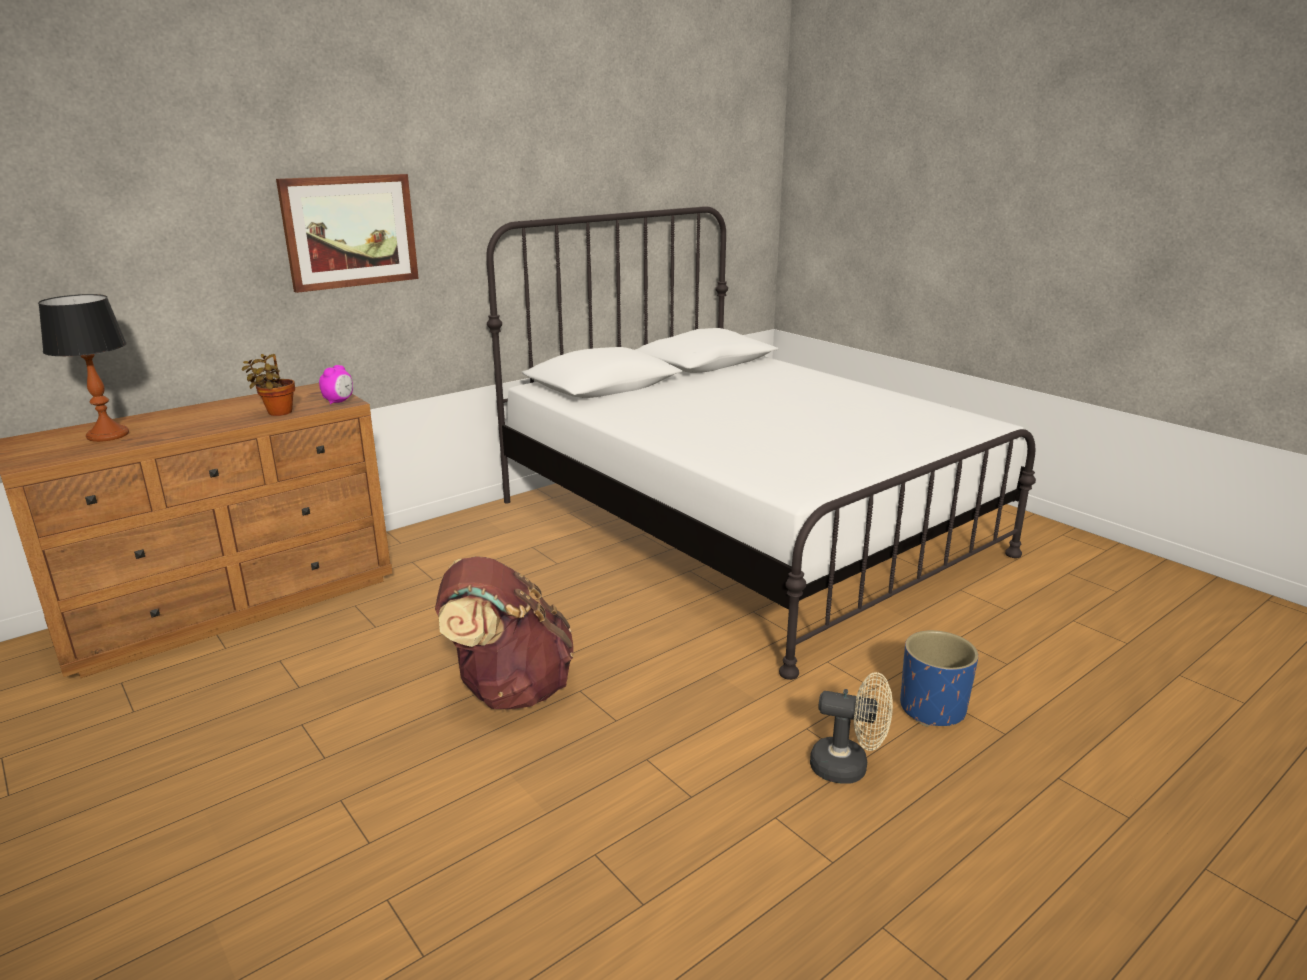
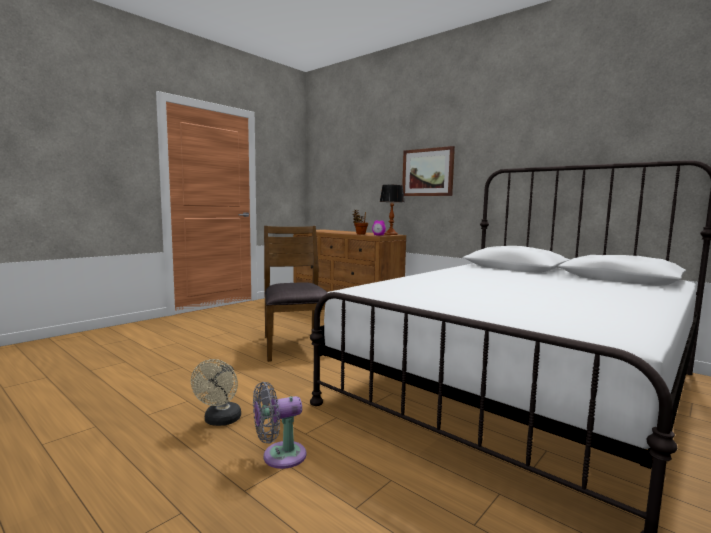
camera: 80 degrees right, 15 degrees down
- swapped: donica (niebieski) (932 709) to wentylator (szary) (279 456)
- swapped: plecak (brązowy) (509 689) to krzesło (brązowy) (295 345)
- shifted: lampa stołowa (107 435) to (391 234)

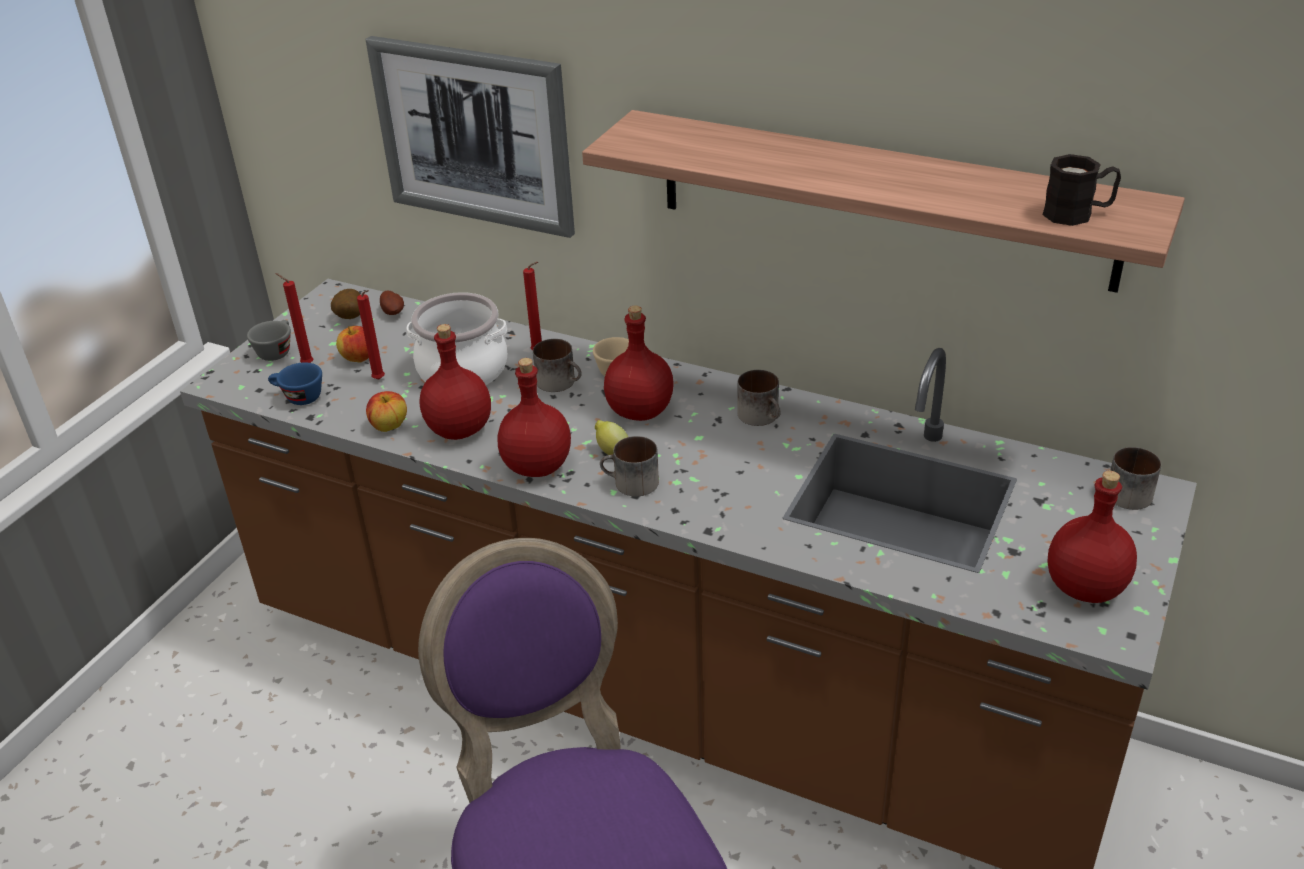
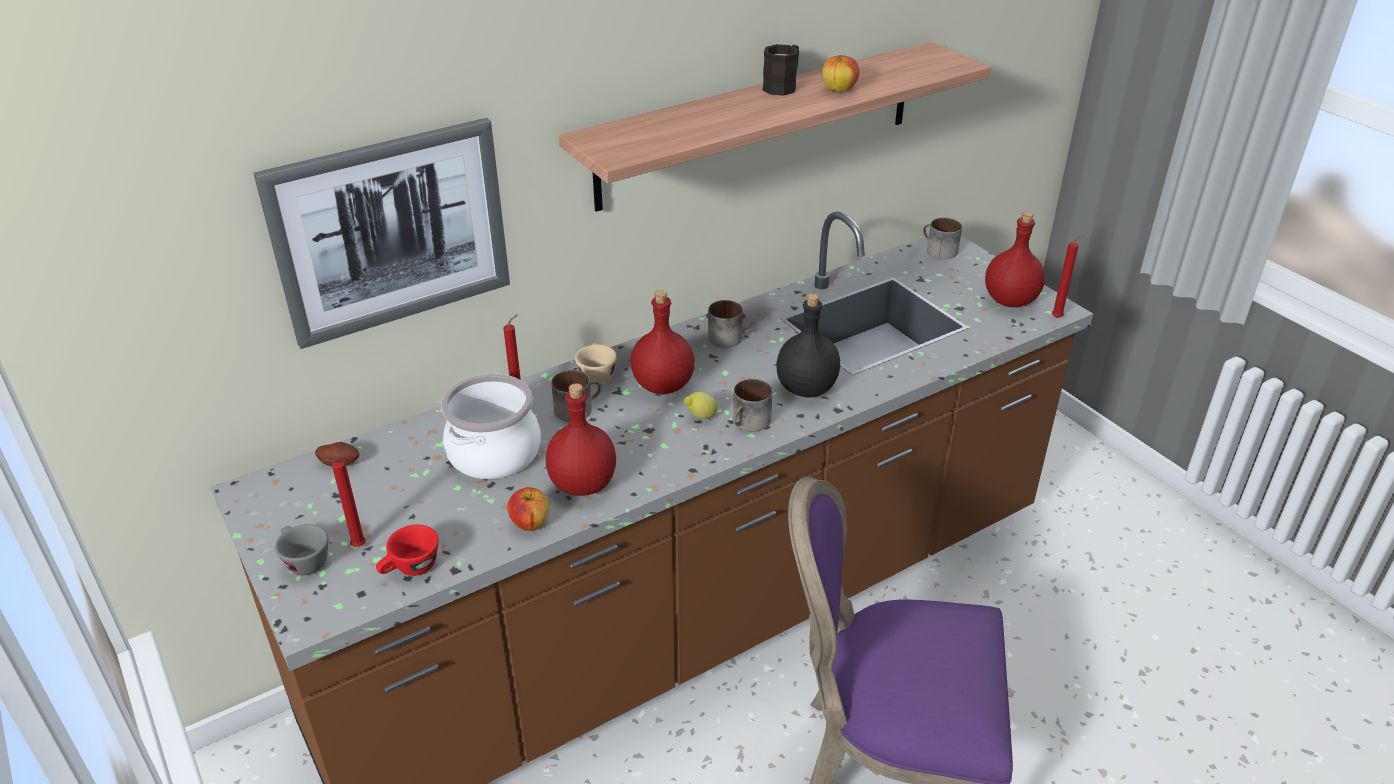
camera: 60 degrees left, 0 degrees up
- repainted: filiżanka (niebieski) (298 397) to filiżanka (czerwony) (410 569)
- shifted: kubek (czarny) (1077 214) to (783 86)
- new: butelka (czarny) (805 389)
- shifted: jabłko (358 358) to (839 90)
- shifted: świeca (czerwony) (380 380) to (1058 317)
- gone: ziemniak (349 319)
- gone: butelka (czerwony) (538 465)

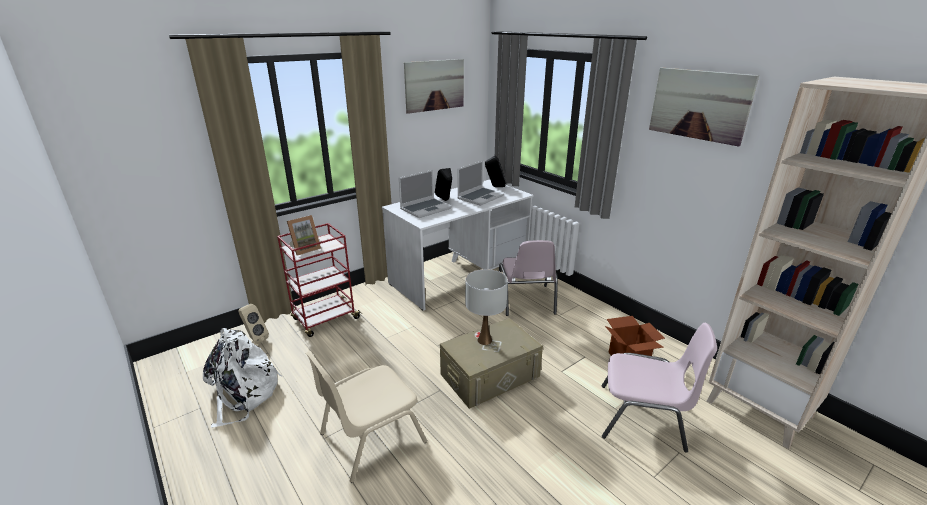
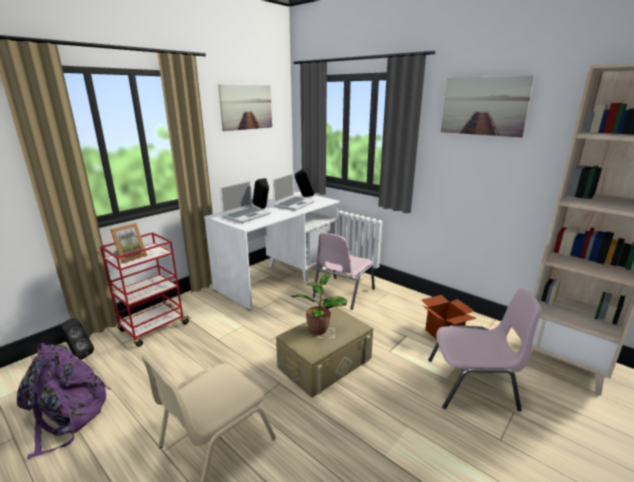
camera: 10 degrees left, 5 degrees down
- repainted: plecak (biały) (243 394) to plecak (fioletowy) (67 415)
- repainted: głośnik (beżowy) (255 339) to głośnik (czarny) (79 355)
- swapped: lampa stołowa (biały) (485 340) to roślina doniczkowa (318 328)
- rotated: krzesło (różowy) (526 301) = (342 293) 45 degrees clockwise

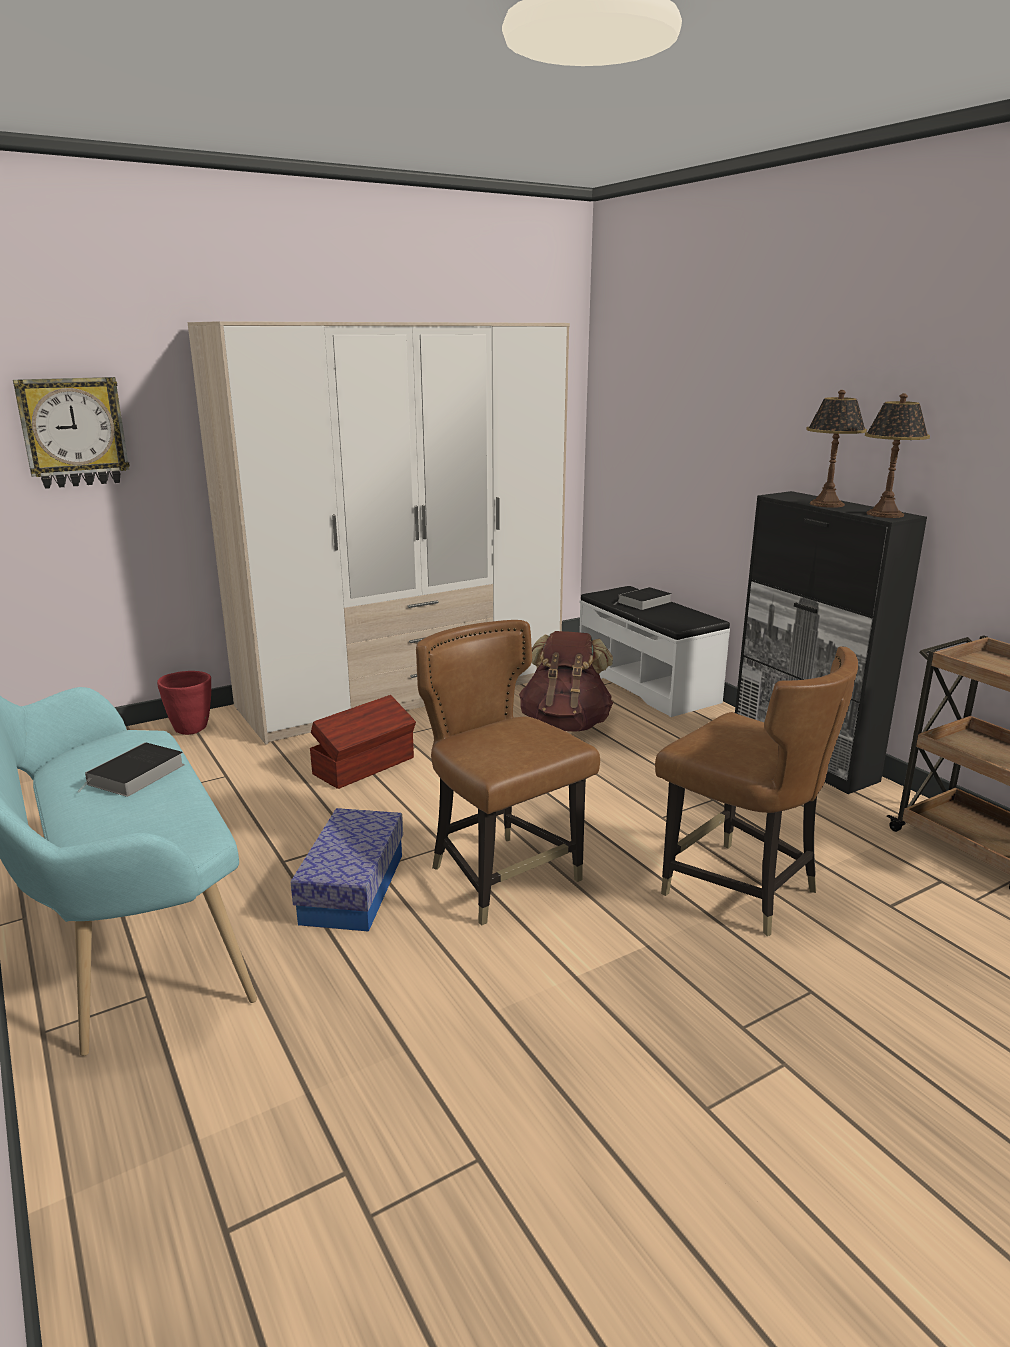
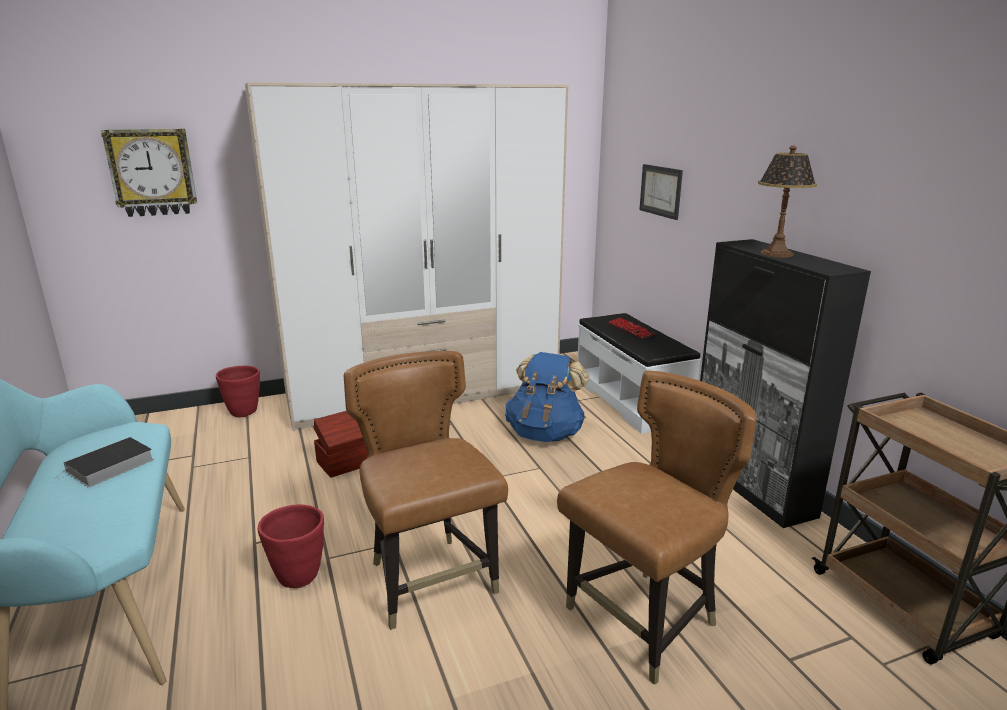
camera: 10 degrees right, 0 degrees up
- swapped: pojemnik do przechowywania (353 888) to donica (czerwony) (298 576)
- repainted: plecak (brązowy) (565 724) to plecak (niebieski) (545 433)
- rotated: krzesło (brązowy) (740 889) = (643 621) 90 degrees counterclockwise
- swapped: książka (644 602) to klawiatura (630 329)
- new: obraz (660 191)
- gone: lampa stołowa (884 514)

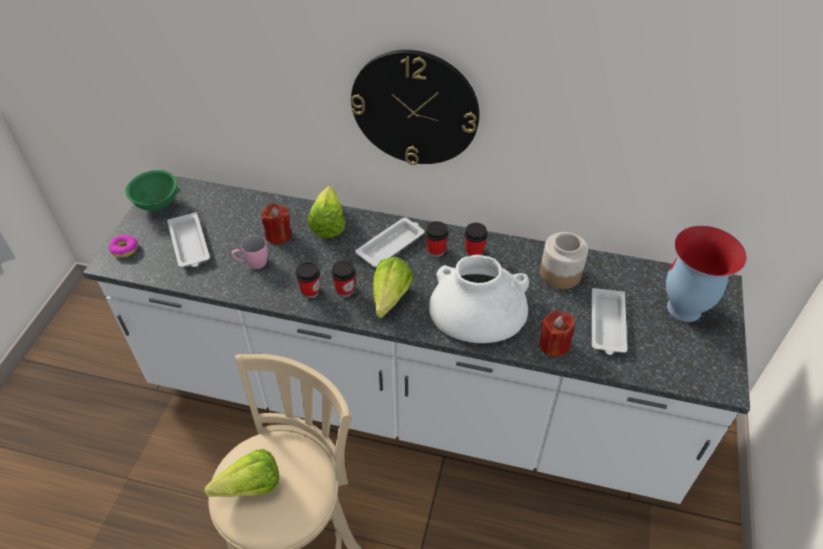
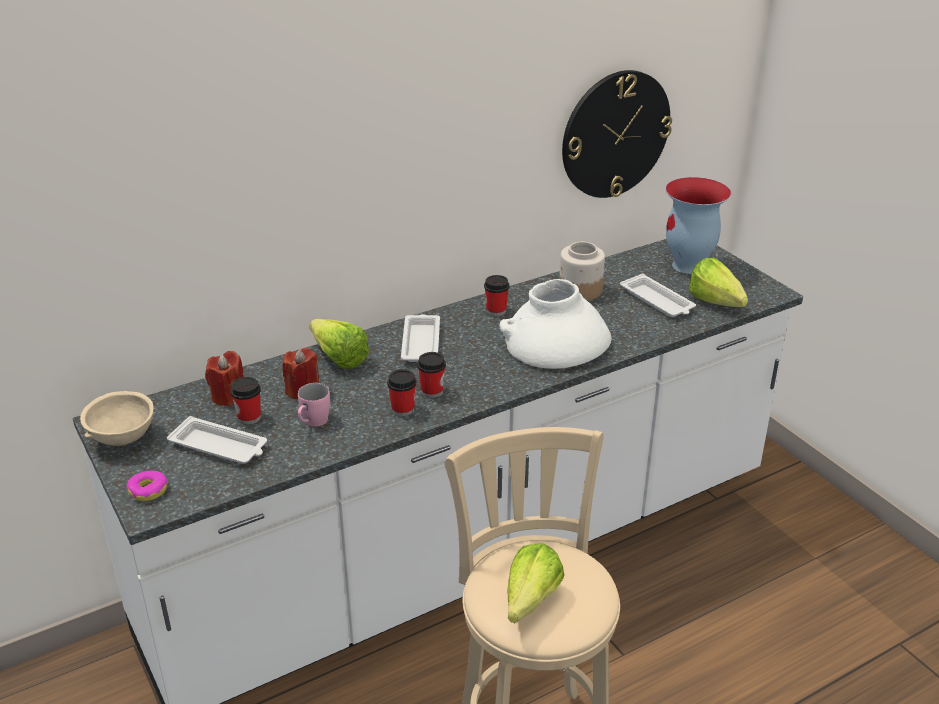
camera: 45 degrees left, 15 degrees down
- repainted: miska (zielony) (158 205) to miska (beżowy) (124 439)
- shifted: świeca (czerwony) (554 344) to (228 396)
- shifted: filiżanka (436 250) to (249 417)
- shifted: zegar ścienny (415 108) to (615 134)
- shifted: sałata (387 302) to (718 305)

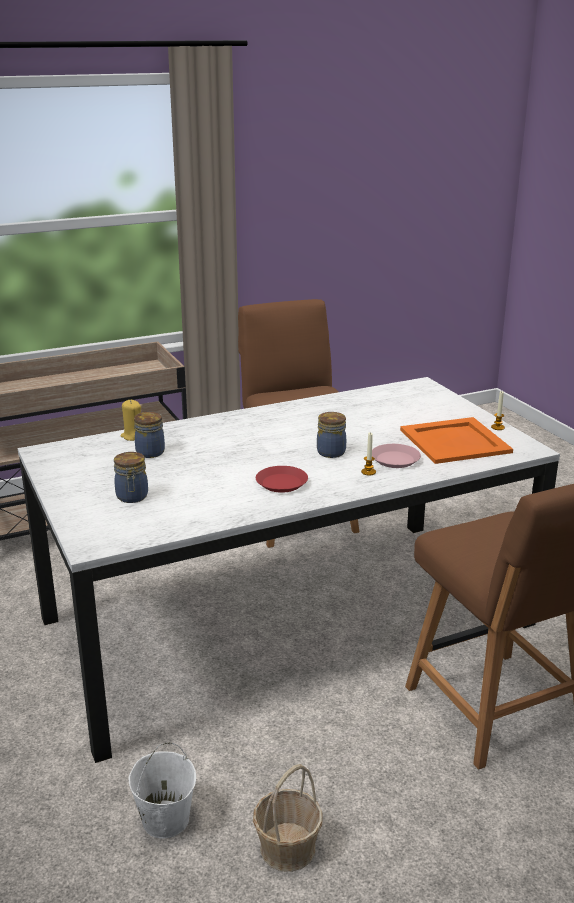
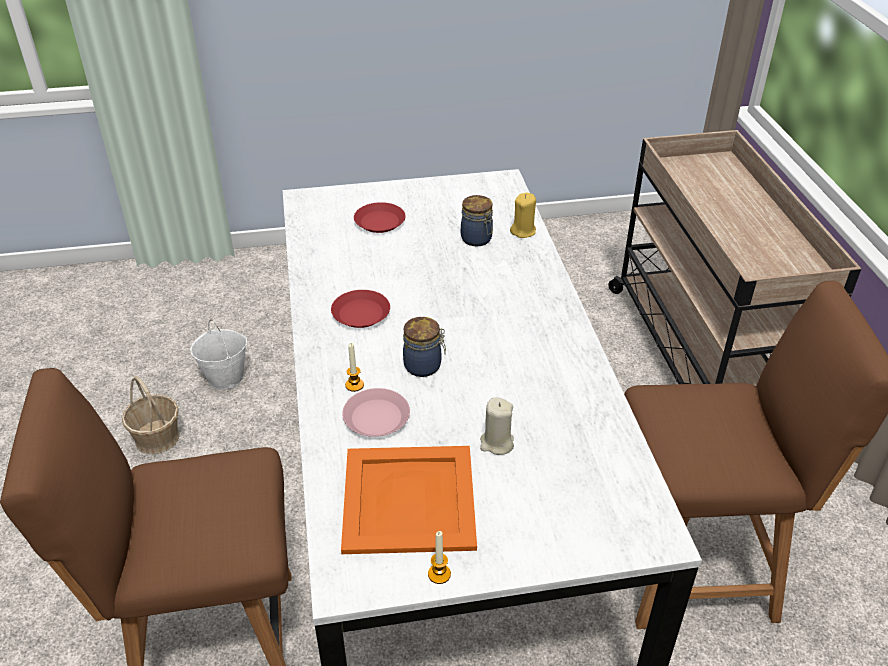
camera: 105 degrees right, 15 degrees up
- swapped: słoik (132 497) to talerz (czerwony) (379 222)
- new: świeca (beżowy) (496 443)

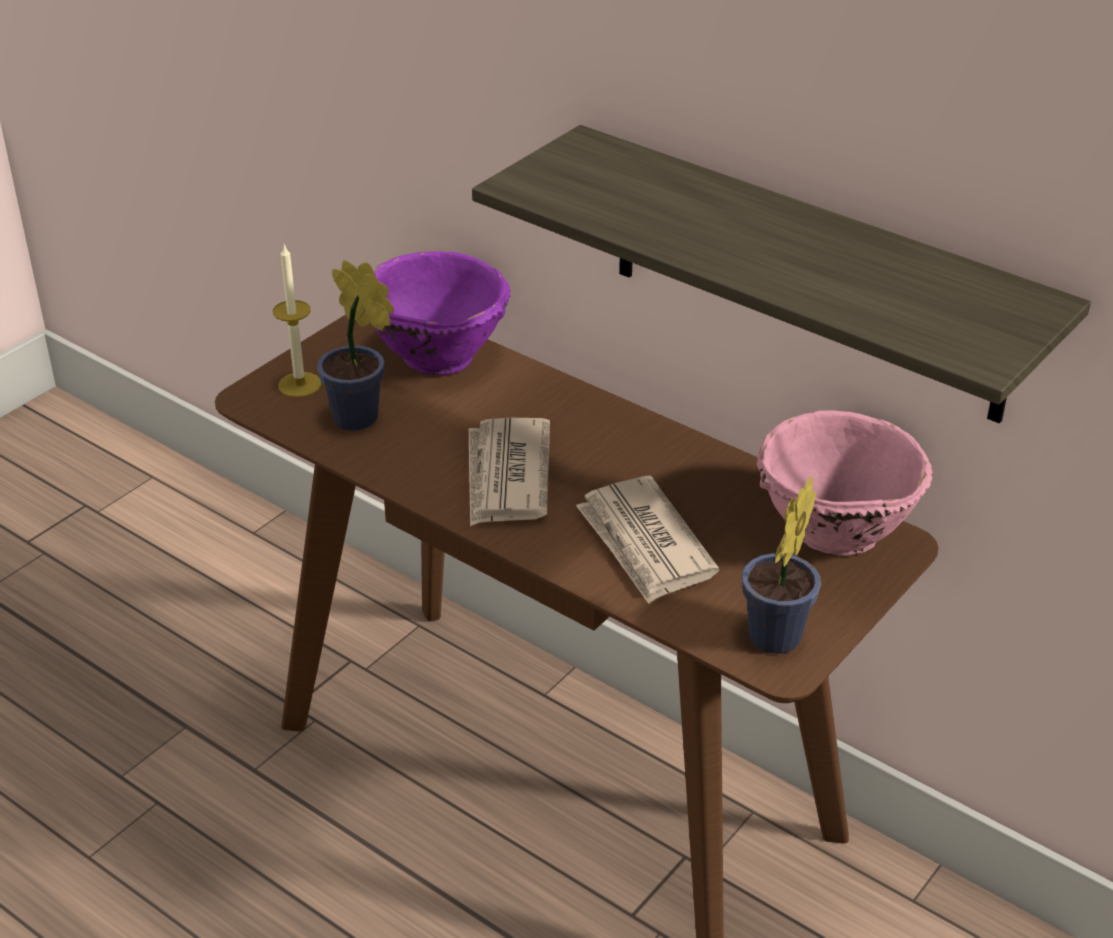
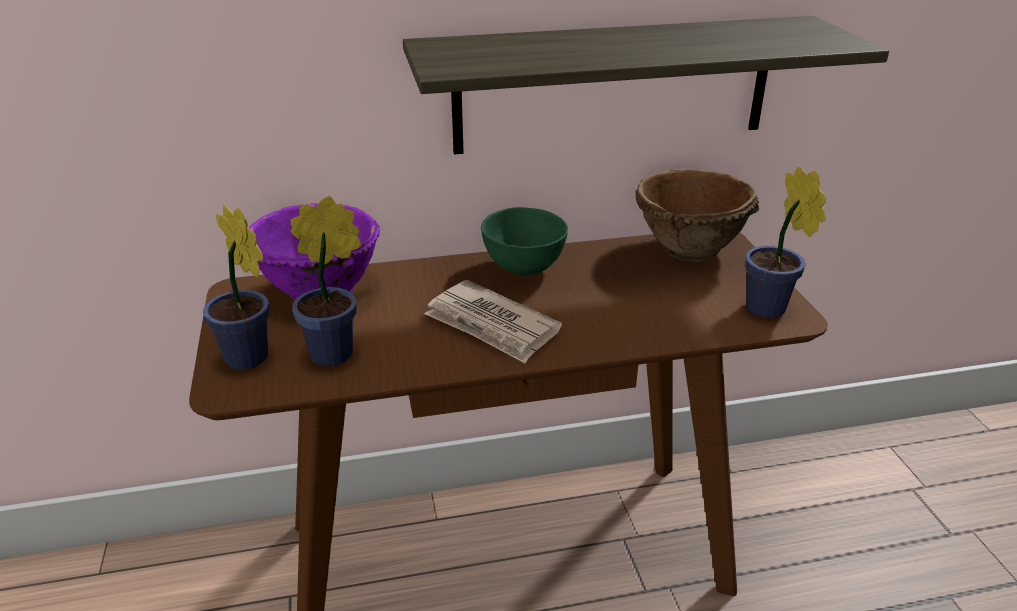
camera: 50 degrees left, 5 degrees down
- swapped: świeca (299 384) to roślina doniczkowa (250 360)
- new: miska (zielony) (523 266)
- repainted: miska (różowy) (834 530) to miska (brązowy) (688 249)
- gone: gazeta (645 544)

